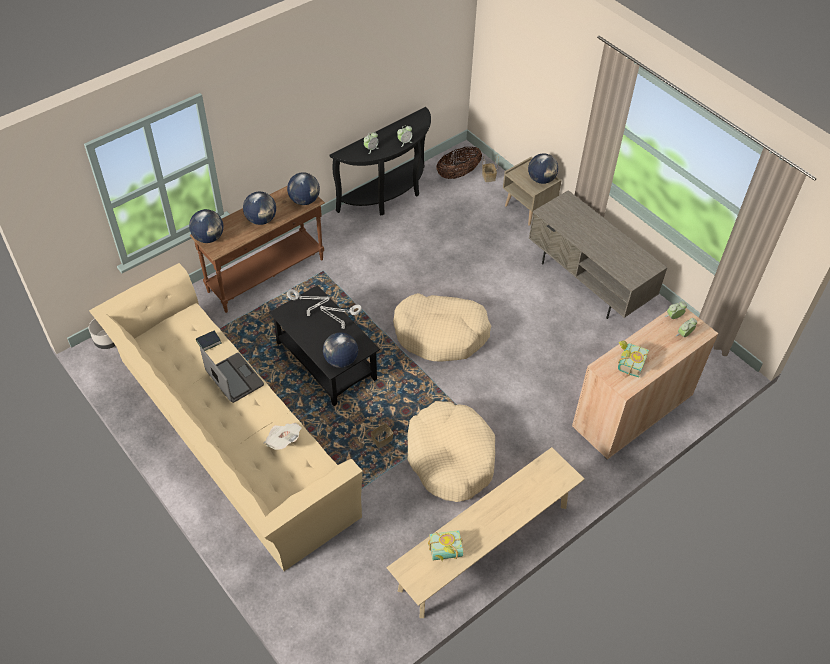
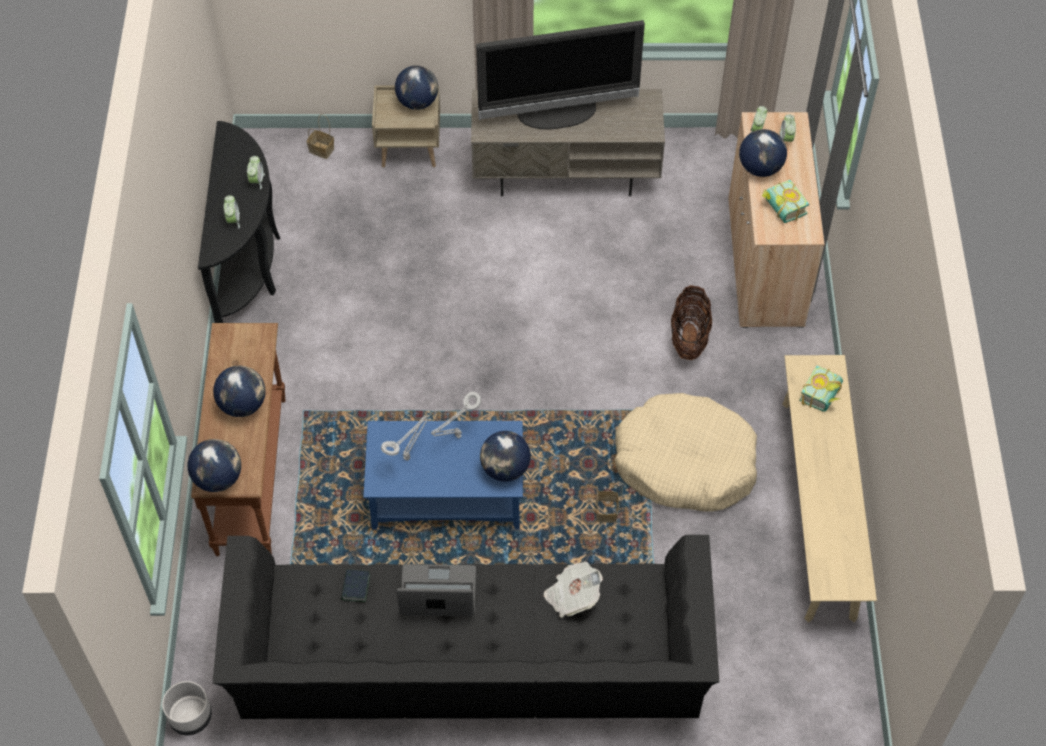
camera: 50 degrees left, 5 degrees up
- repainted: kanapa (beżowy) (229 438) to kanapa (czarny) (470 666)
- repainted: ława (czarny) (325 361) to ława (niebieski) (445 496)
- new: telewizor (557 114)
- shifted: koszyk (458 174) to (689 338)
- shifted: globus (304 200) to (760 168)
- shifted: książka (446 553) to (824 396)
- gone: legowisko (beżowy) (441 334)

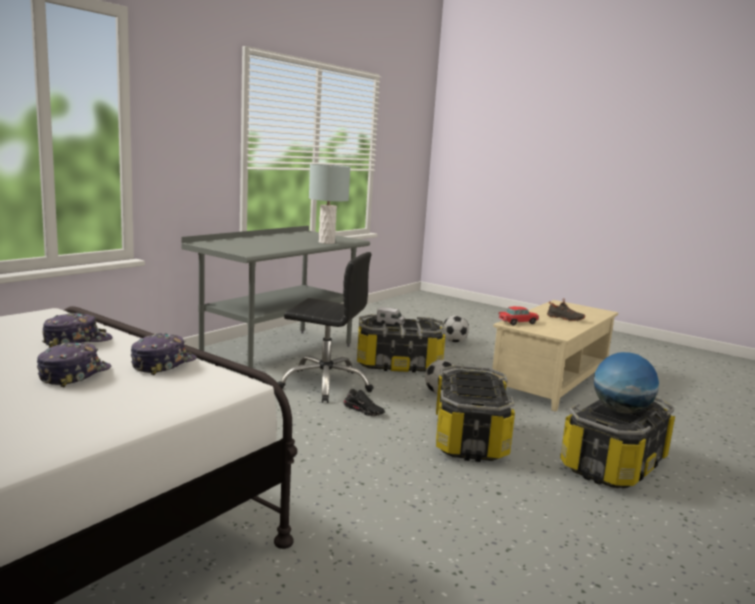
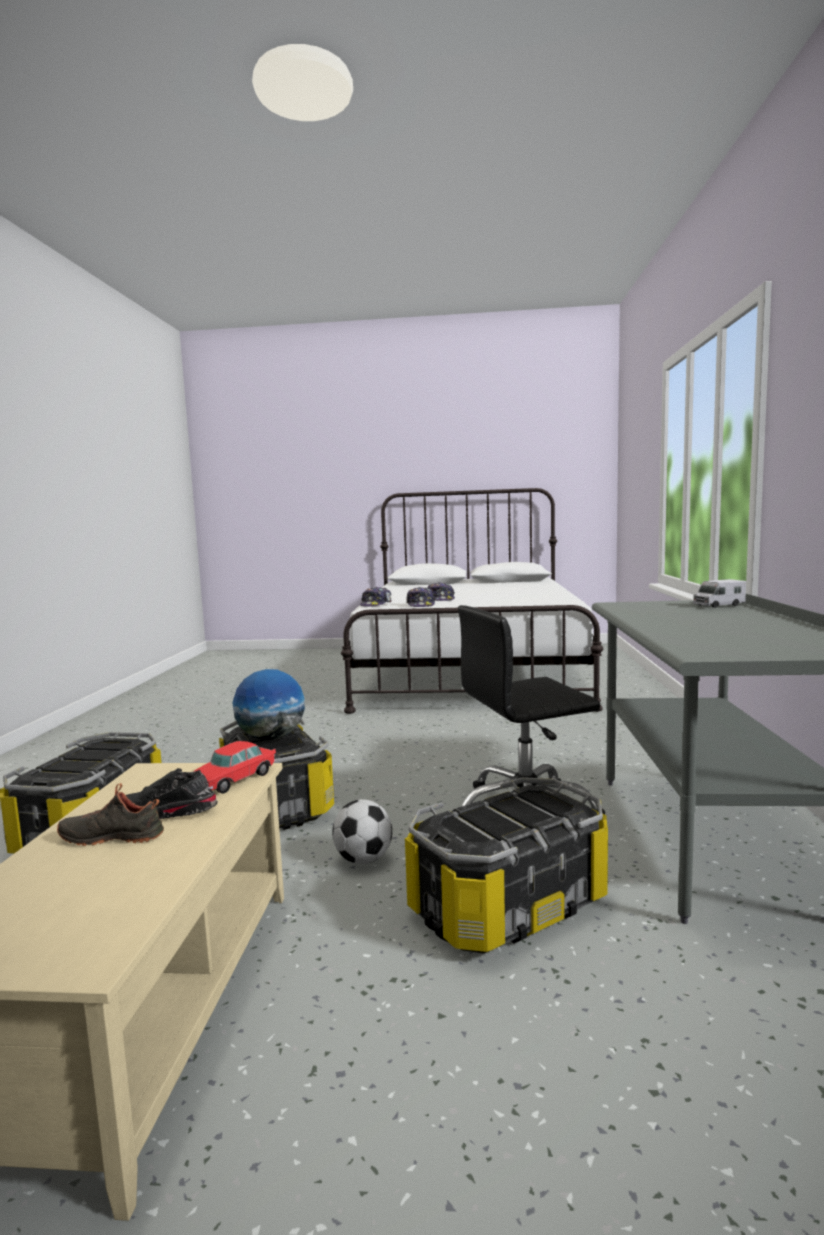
camera: 150 degrees right, 5 degrees down
- shifted: but (czarny) (364 410) to (165 814)
- shifted: globus (620 411) to (271 738)
- shifted: czapka z daszkiem (77 341) to (376 604)
- shifted: ciężarówka zabawkowa (390 323) to (718 605)
- gone: lampa stołowa (szary) (326 242)
- gone: piłka futbolowa (454 341)

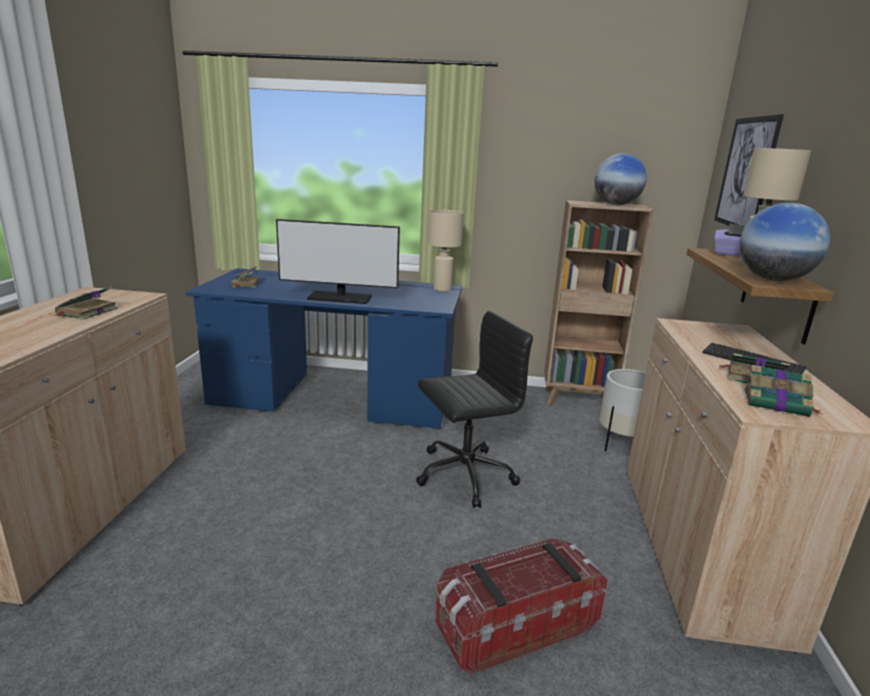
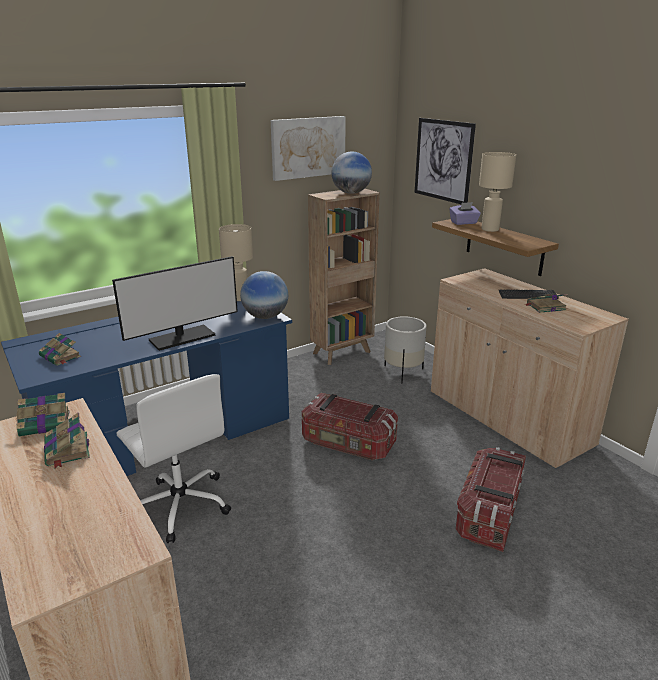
camera: 40 degrees left, 5 degrees up
- shifted: książka (777 403) to (46 423)
- new: krzesło biurowe (biały) (180 505)
- shifted: globus (773 279) to (265 317)
- new: obraz (308 147)
- swapped: krzesło biurowe (czarny) (463 475) to pojemnik do przechowywania (348 444)

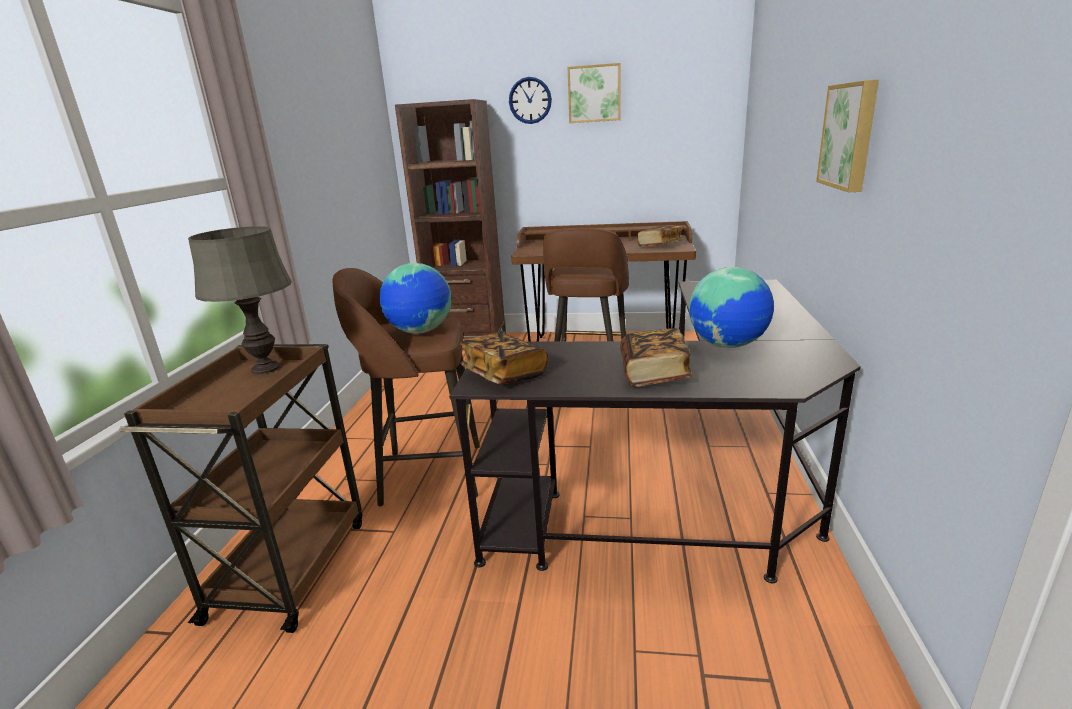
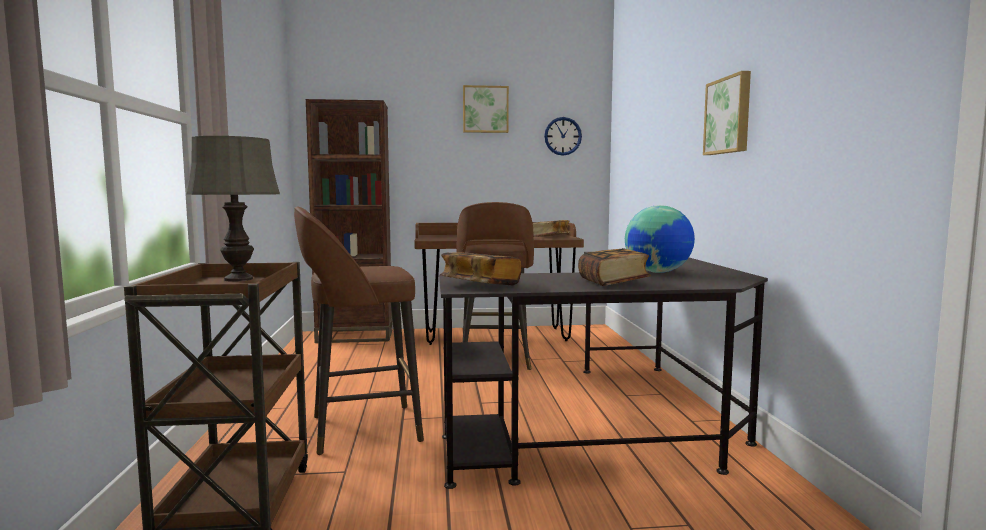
camera: 15 degrees left, 15 degrees down
- shifted: zegar ścienny (530 100) to (562 136)
- gone: globus (420 331)

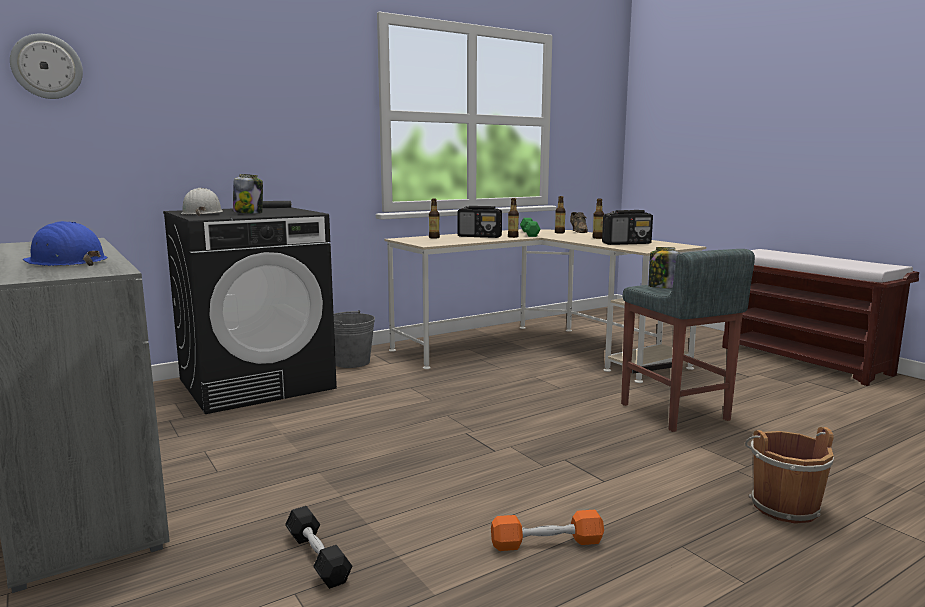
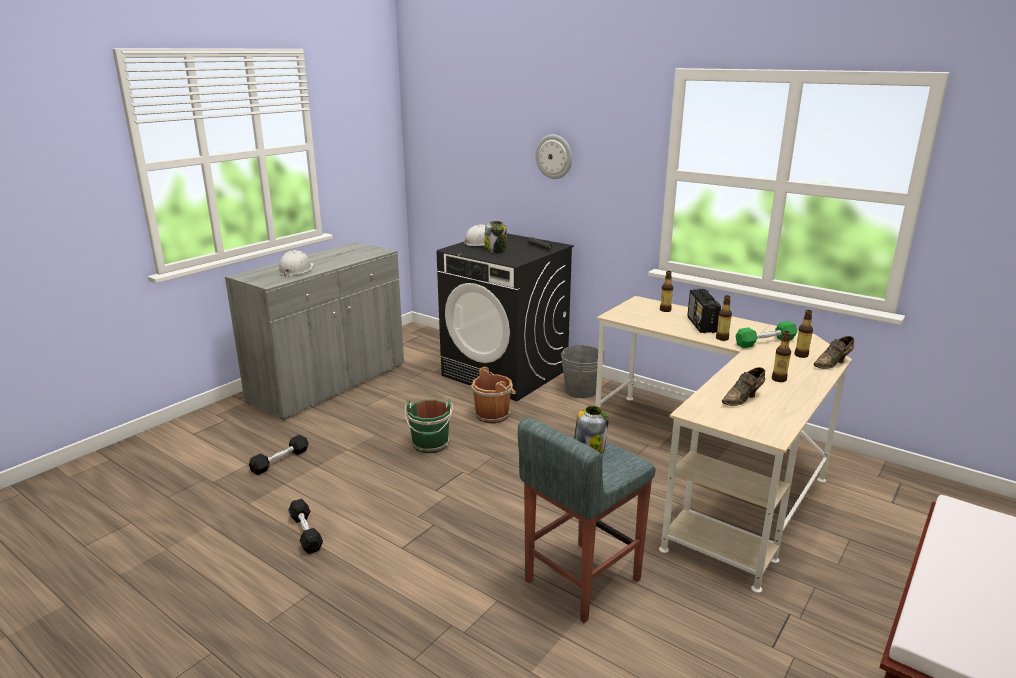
camera: 70 degrees right, 10 degrees up
- repainted: kask (niebieski) (65 262) to kask (biały) (296 270)
- repainted: hantel (pomarańczowy) (547 543) to hantel (czarny) (306 533)
- new: wiadro (zielony) (431 445)
- shifted: wiadro (brązowy) (782 506) to (494 415)
- shifted: zegar ścienny (47 66) to (554 156)
- swapped: radio (627 243) to but (brązowy) (743 399)

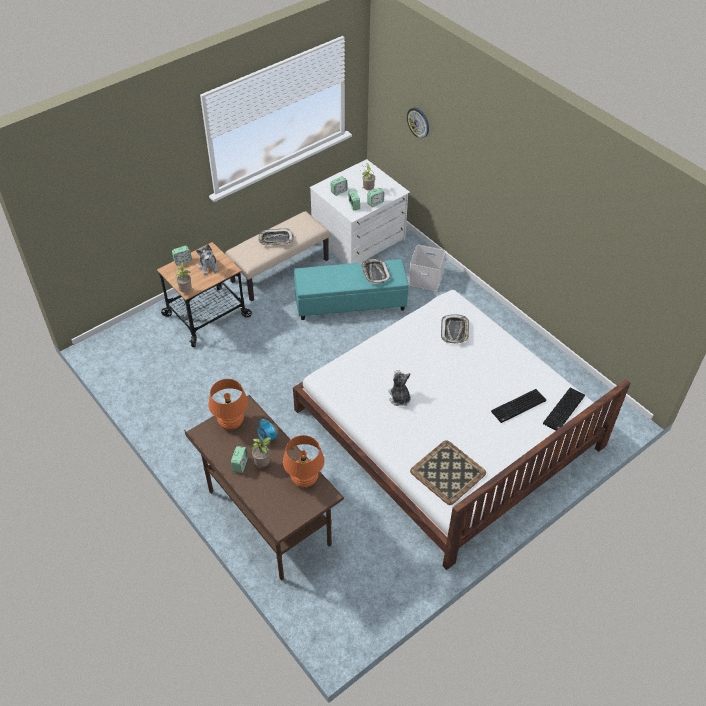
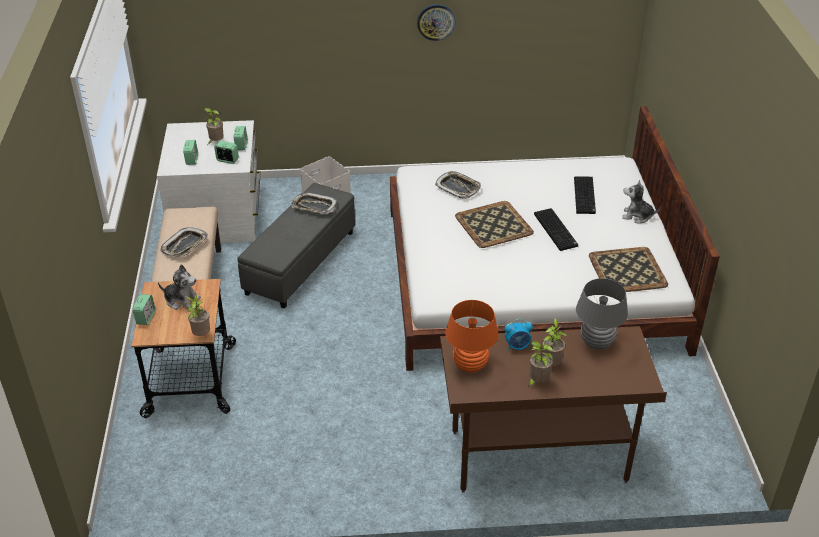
camera: 55 degrees left, 10 degrees down
- repainted: pufa (turkusowy) (350 302) to pufa (szary) (300 262)
- shifted: zegar ścienny (418 122) to (436 22)
- new: taca (493 225)
- swapped: budzik (240 464) to roślina doniczkowa (537 382)
- shifted: klawiatura (564 410) to (556 230)
- repainted: lampa stołowa (pomarańczowy) (304 479) to lampa stołowa (szary) (596 342)
- shifted: pluszak (399 398) to (637 216)

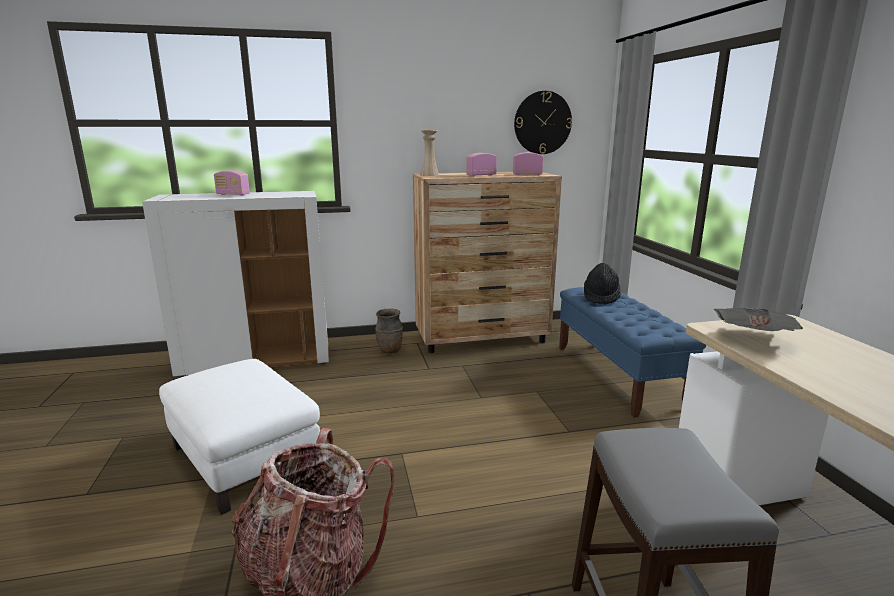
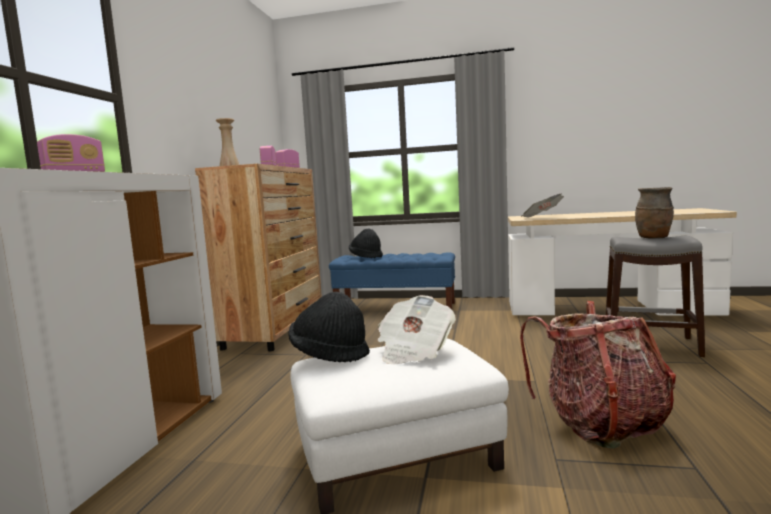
camera: 65 degrees left, 10 degrees down
- new: kapelusz (czarny) (329 354)
- new: gazeta (413 351)
- shifted: wazon (brązowy) (389 350) to (653 238)
- gone: zegar ścienny (542 123)

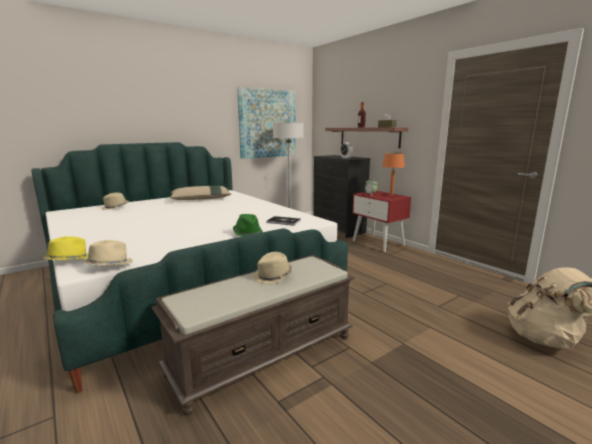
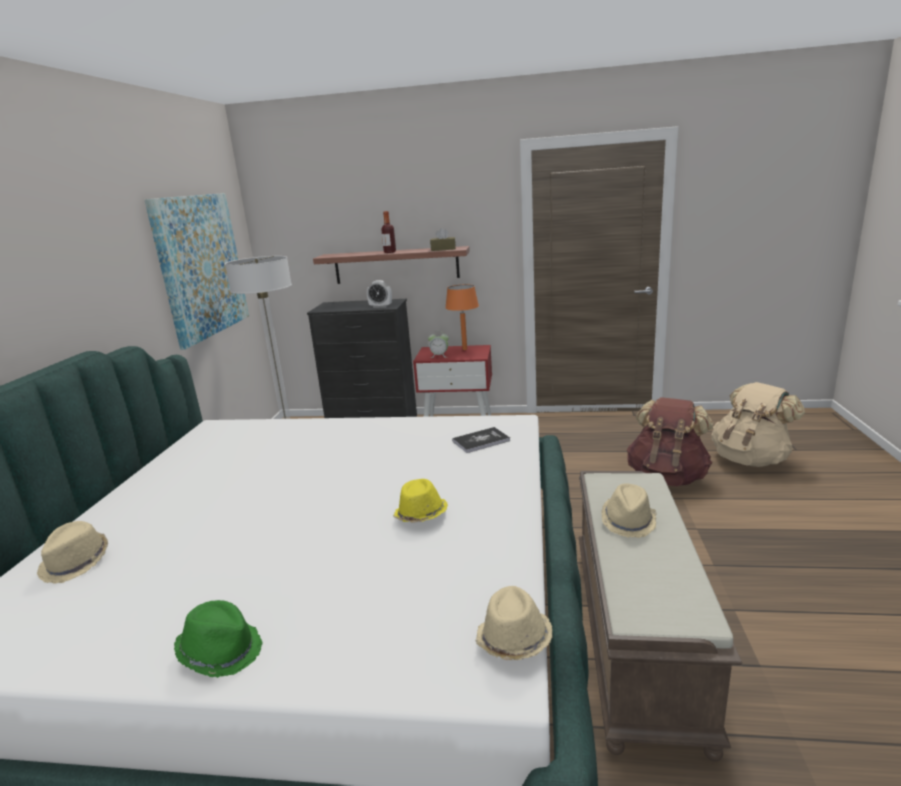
camera: 45 degrees left, 5 degrees up
- shifted: kapelusz (zielony) (248 233) to (221 651)
- shifted: kapelusz (żółty) (69 260) to (421 515)
- new: plecak (brązowy) (667 477)
- gone: poduszka (beżowy) (201 199)

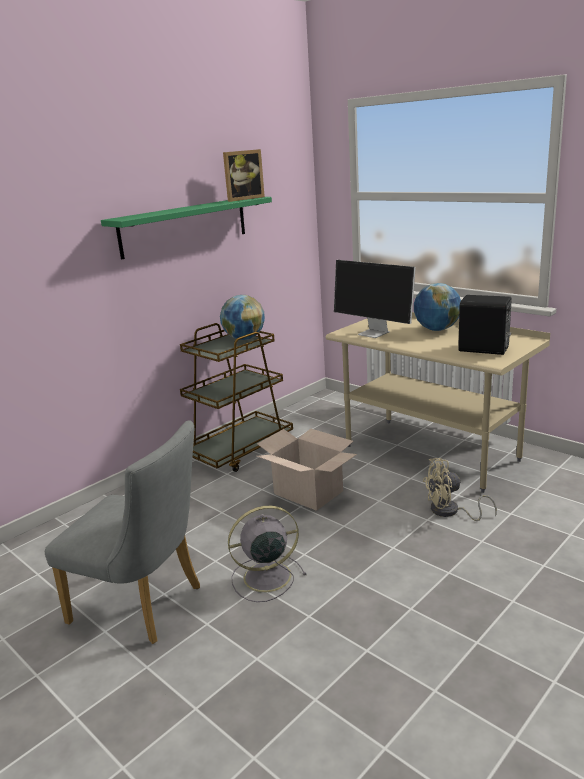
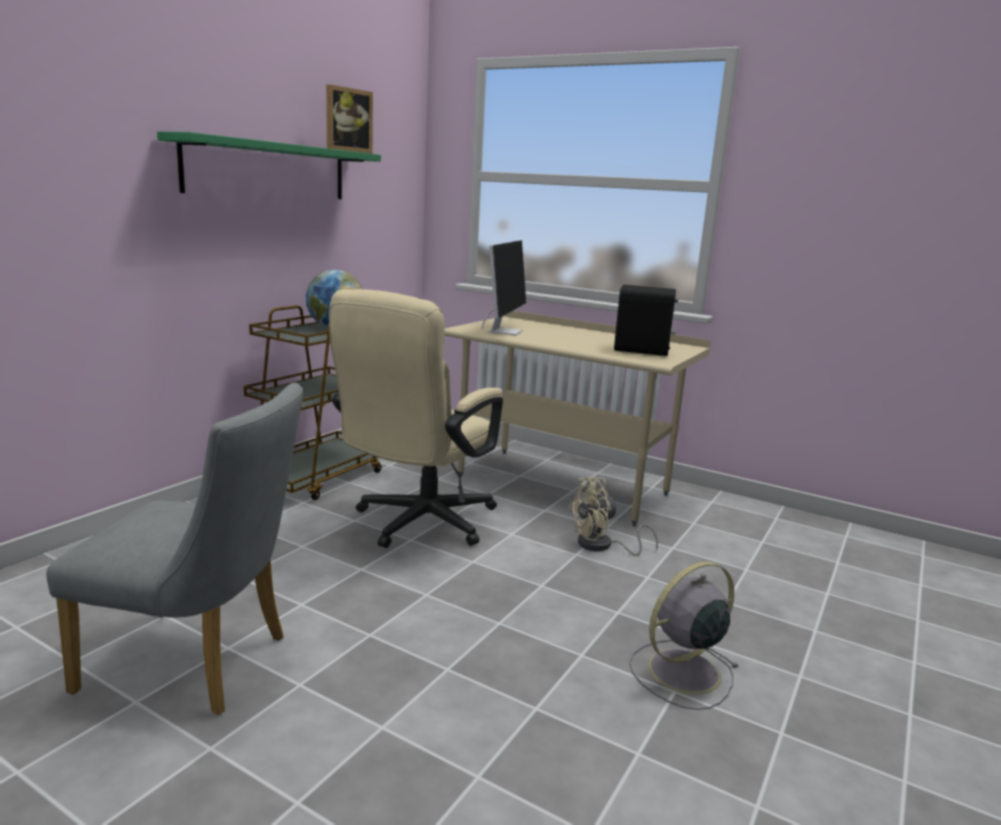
camera: 15 degrees left, 5 degrees down
- swapped: karton (308 493) to krzesło biurowe (beżowy) (417 524)
- rotated: monitor (374 333) = (504 331) 105 degrees counterclockwise
- shifted: wentylator (szary) (265 577) to (681 672)
- gone: globus (437 329)

